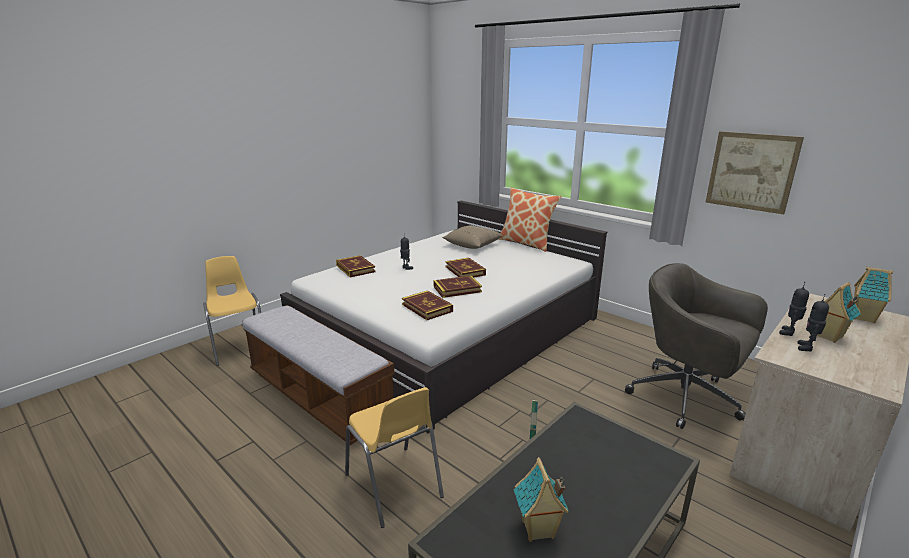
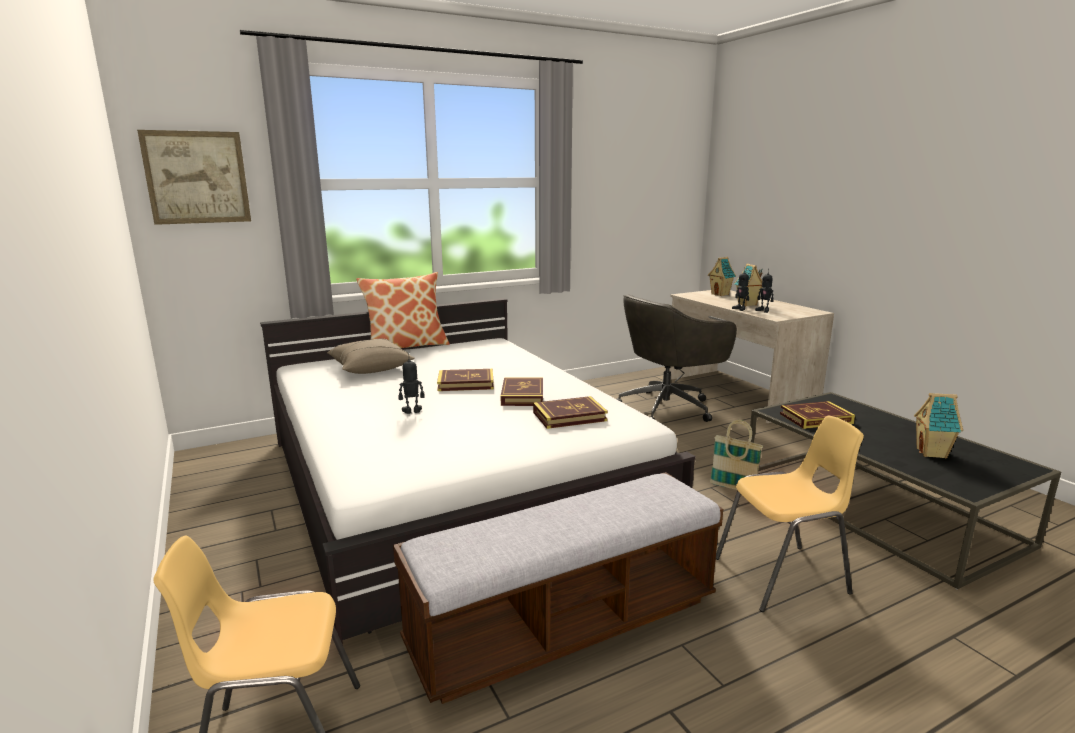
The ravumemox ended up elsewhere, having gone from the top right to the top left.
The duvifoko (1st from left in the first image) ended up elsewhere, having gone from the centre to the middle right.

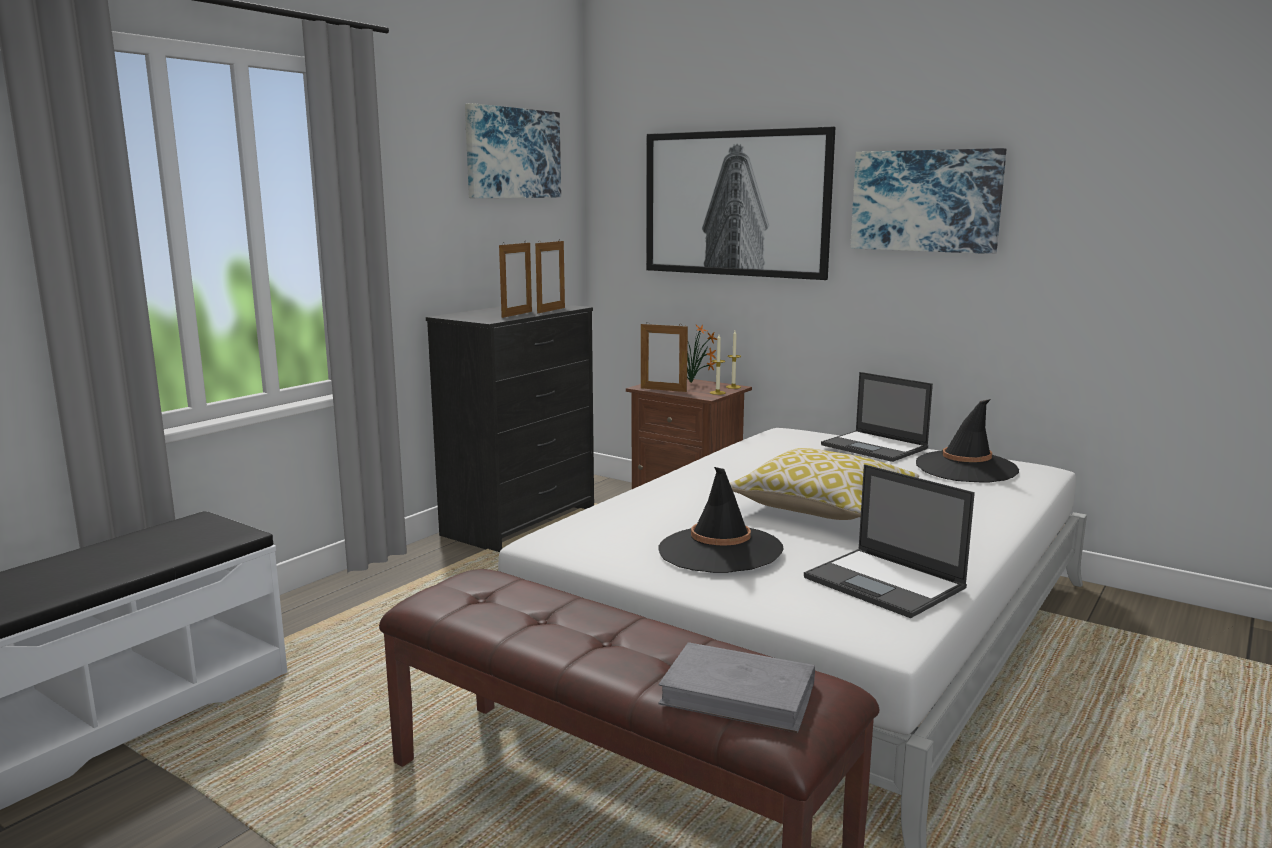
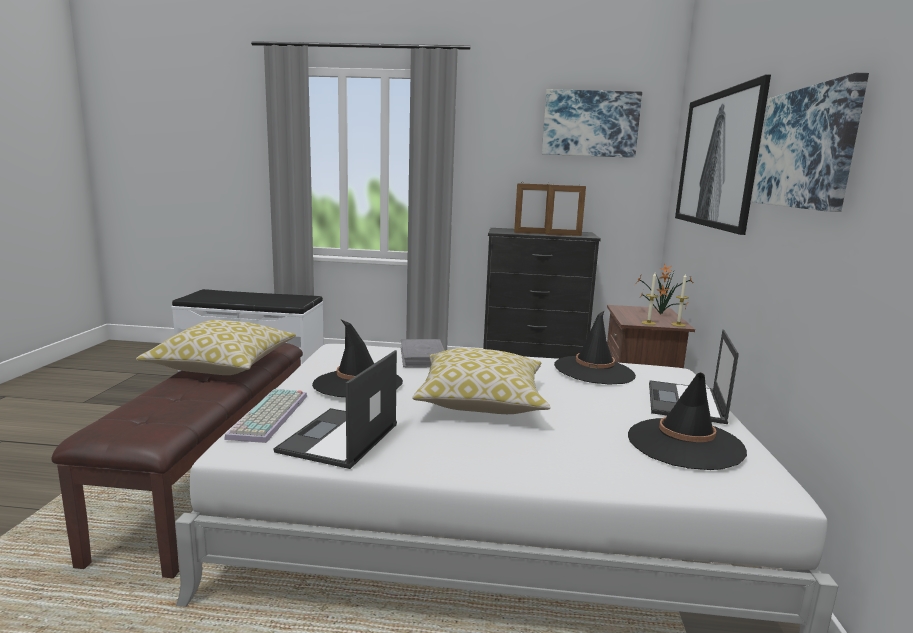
The second view gained the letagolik (1st from left) at the middle left.
The second view gained the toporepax at the middle left.
The grey_duvifoko ended up elsewhere, having gone from the bottom centre to the centre.
The second view gained the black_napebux (2nd from left) at the centre.
The second view lost the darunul (3rd from left) at the centre.

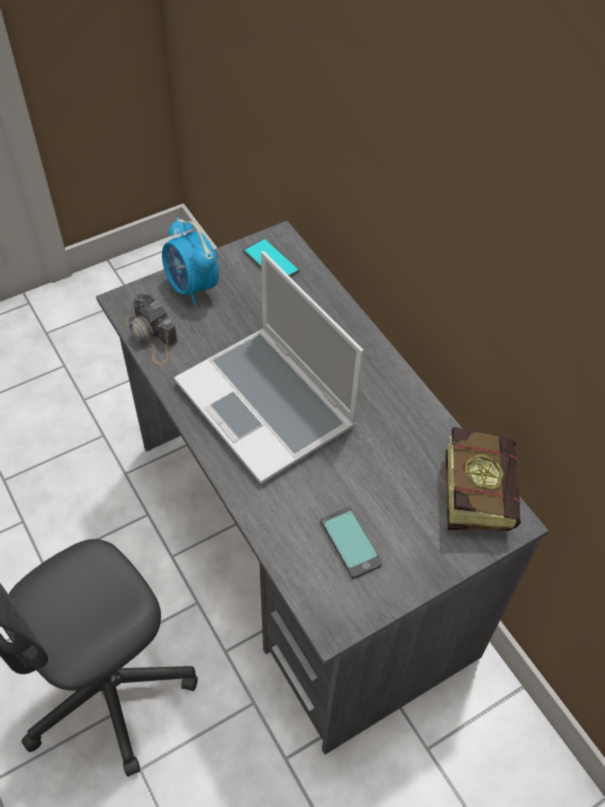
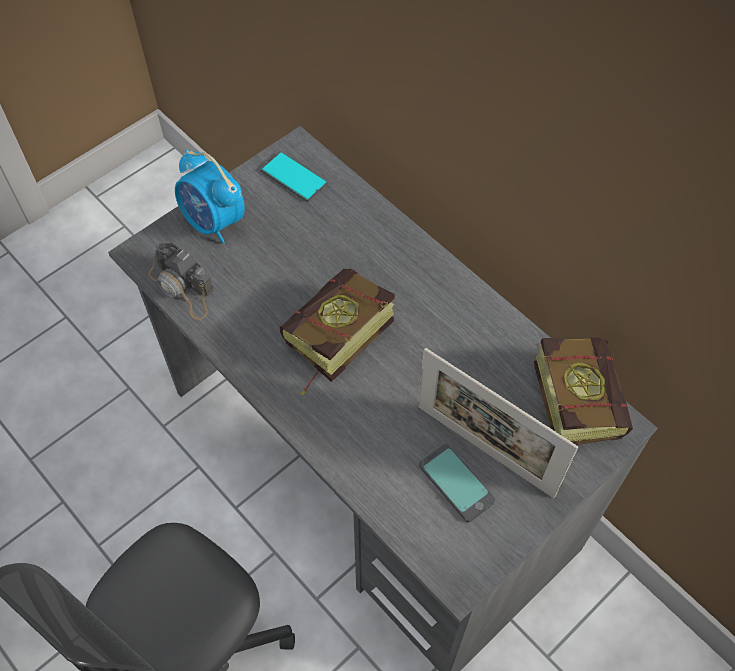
Where the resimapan stood at the centre, the duvifoko (1st from left) came to stand at the centre.
The second view gained the darunul at the middle right.

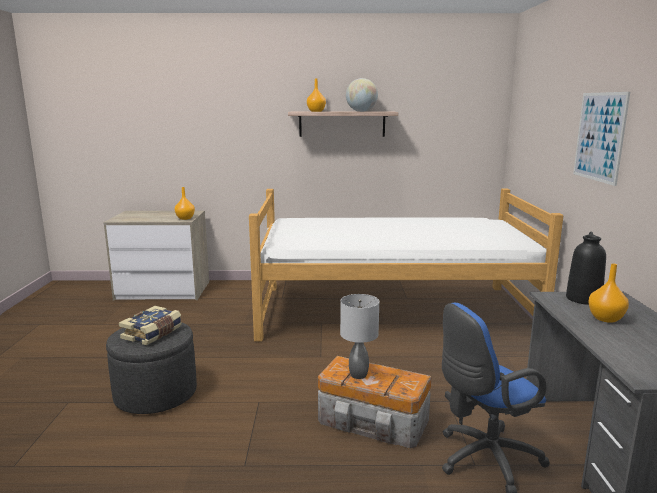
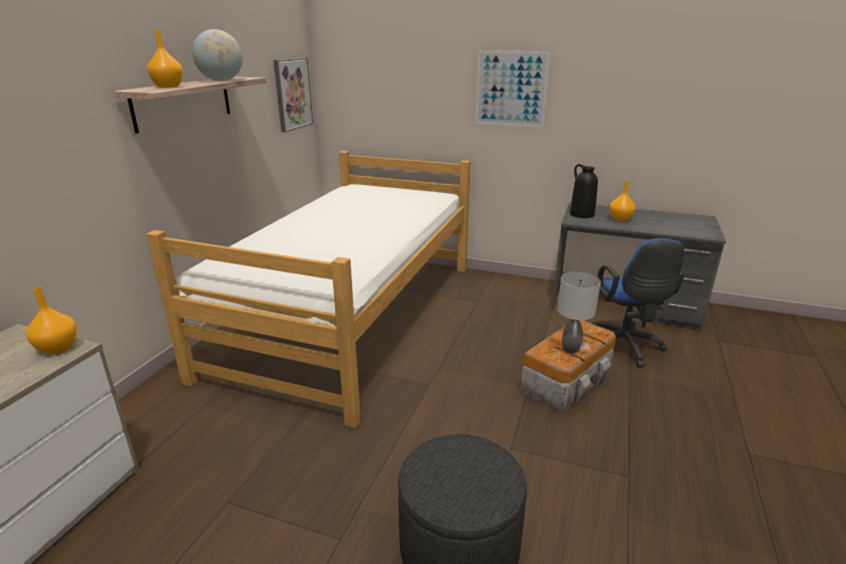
The second view gained the ravumemox (1st from left) at the top centre.
The second view lost the duvifoko at the middle left.

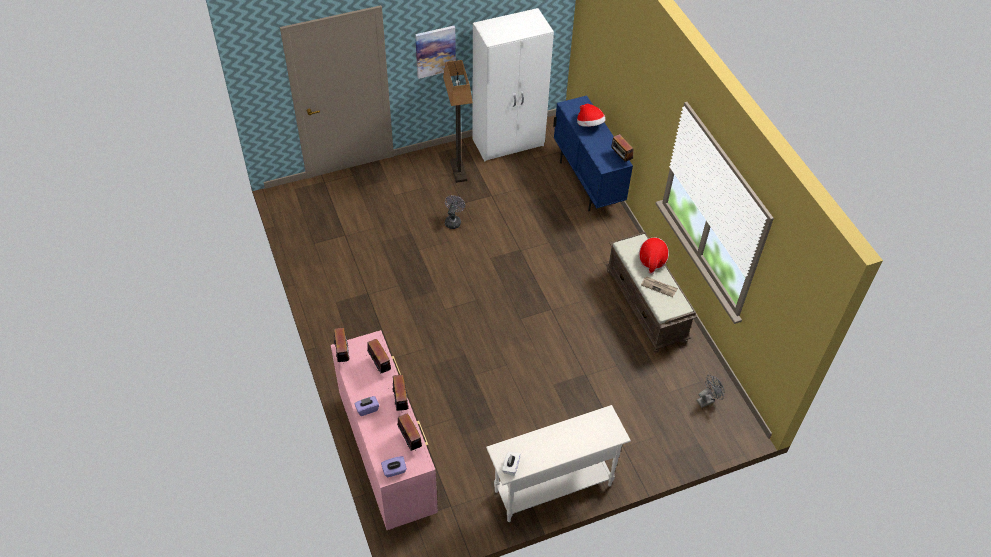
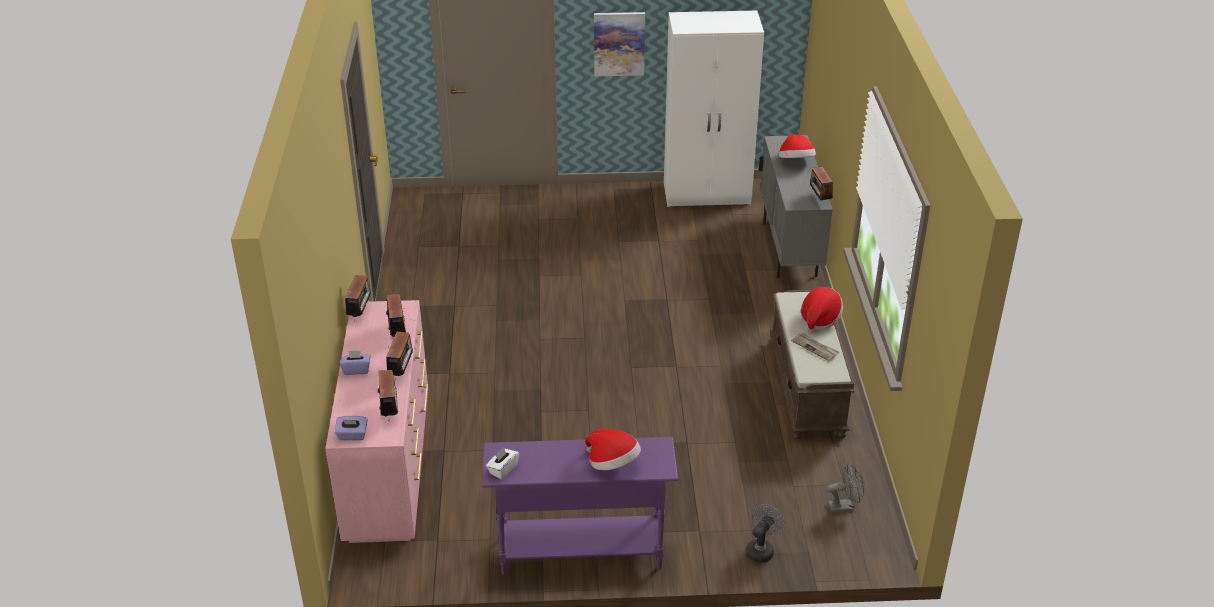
What was the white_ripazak at the bottom centre turned into the purple_ripazak at the bottom centre.
The second view gained the napebux (1st from left) at the bottom centre.
The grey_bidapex (1st from left) ended up elsewhere, having gone from the centre to the bottom centre.
What was the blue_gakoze at the top centre turned into the grey_gakoze at the centre.
The second view lost the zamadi at the top centre.

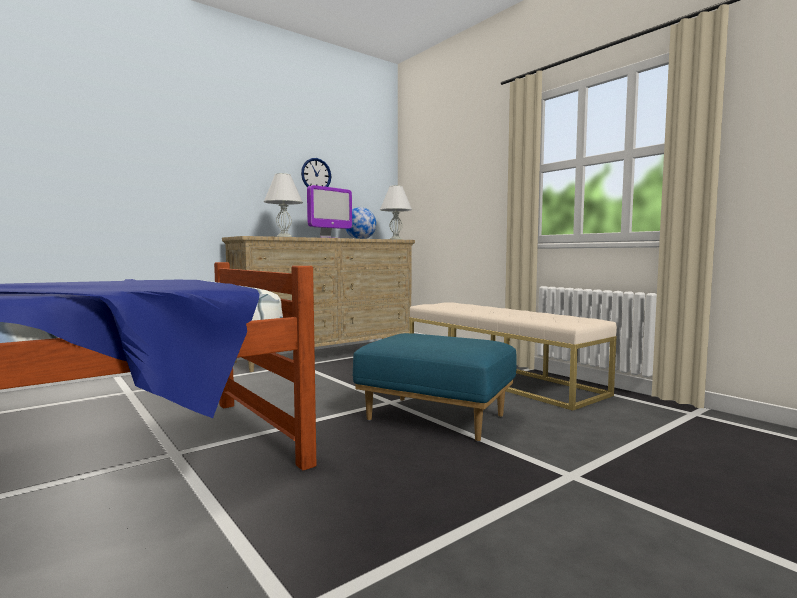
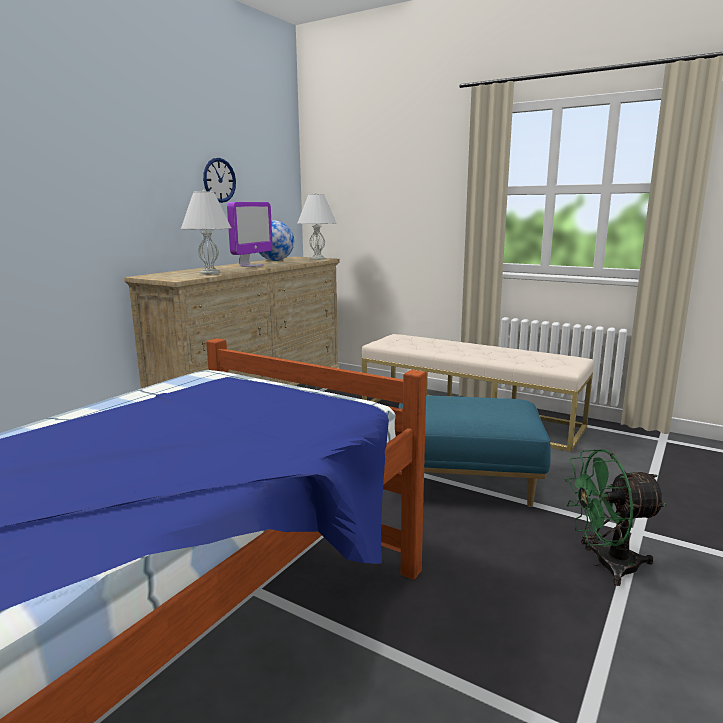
The second view gained the green_bidapex at the bottom right.

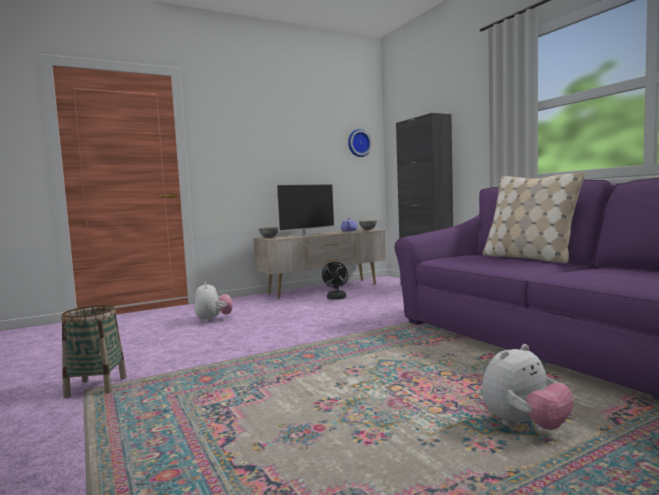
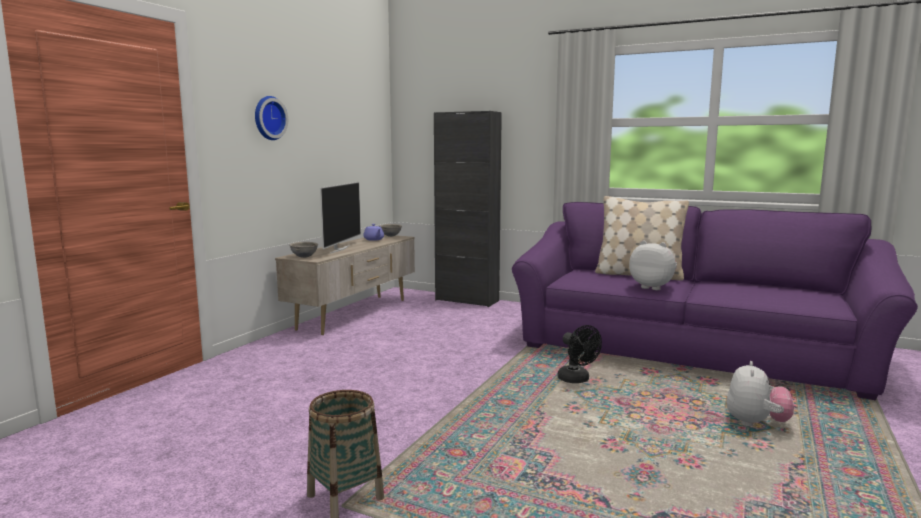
The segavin ended up elsewhere, having gone from the top centre to the top left.
The black_bidapex ended up elsewhere, having gone from the centre to the bottom centre.
The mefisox (1st from left) ended up elsewhere, having gone from the middle left to the middle right.

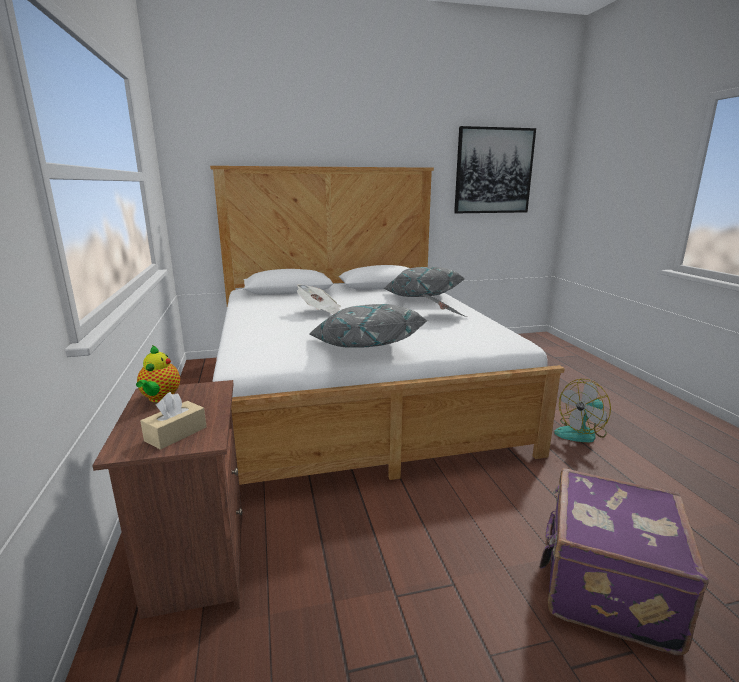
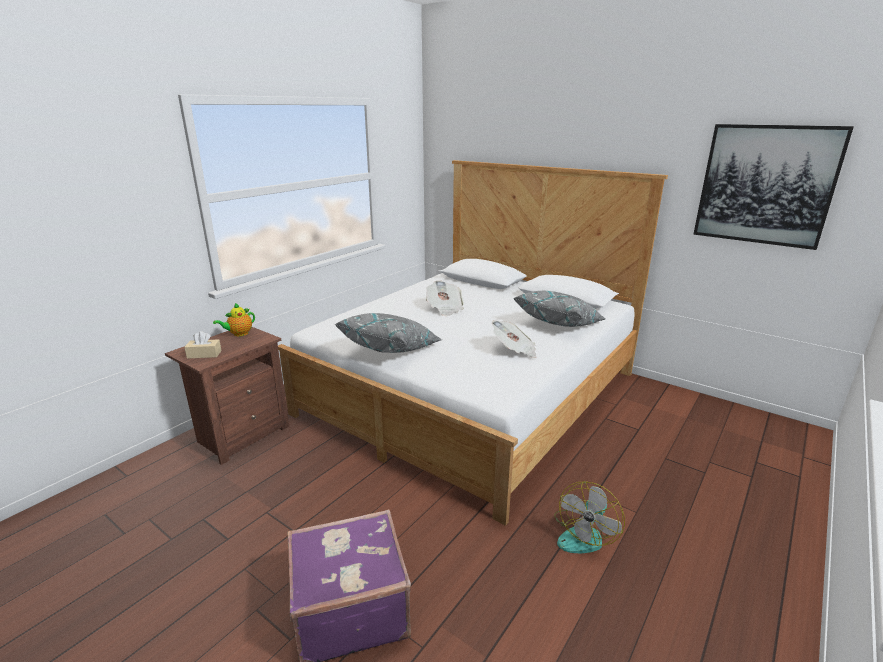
The bidapex at the middle right ended up facing another way, 75 degrees counterclockwise from before.

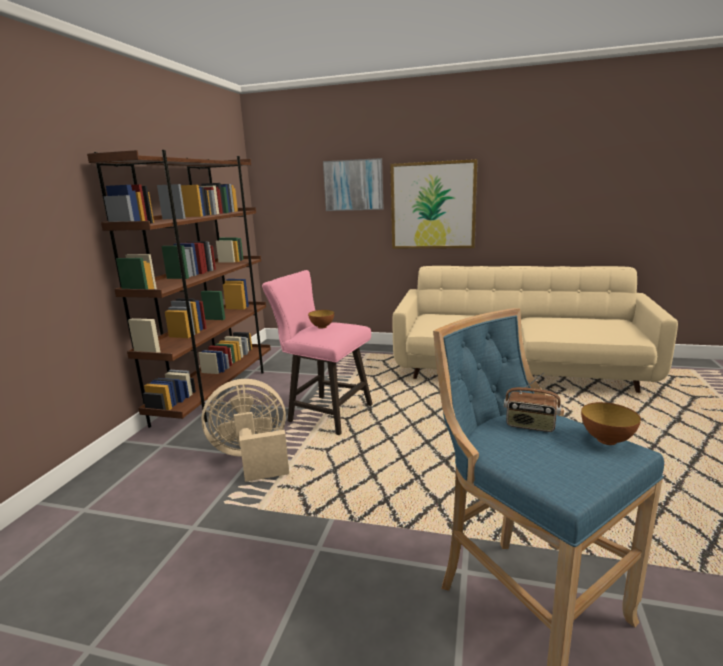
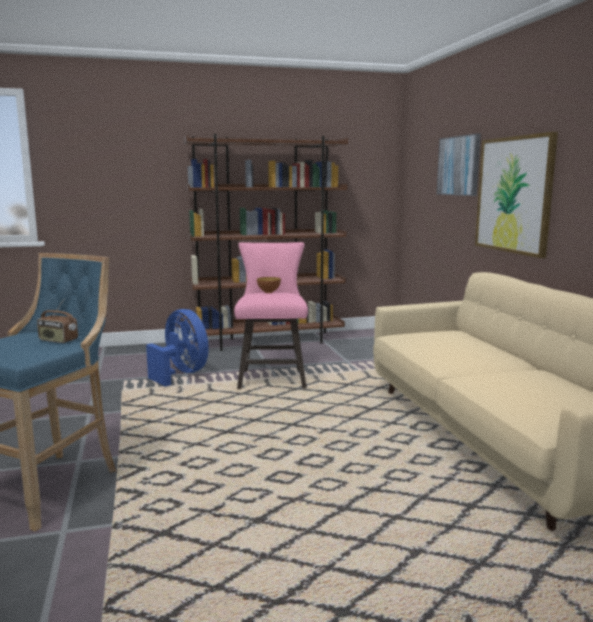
The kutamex at the middle right ended up facing another way, 60 degrees counterclockwise from before.
What was the beige_bidapex at the centre turned into the blue_bidapex at the middle left.
The second view lost the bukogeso (2nd from left) at the middle right.

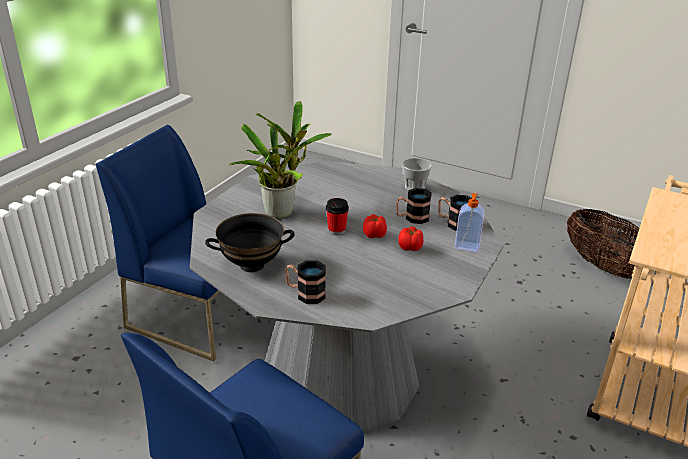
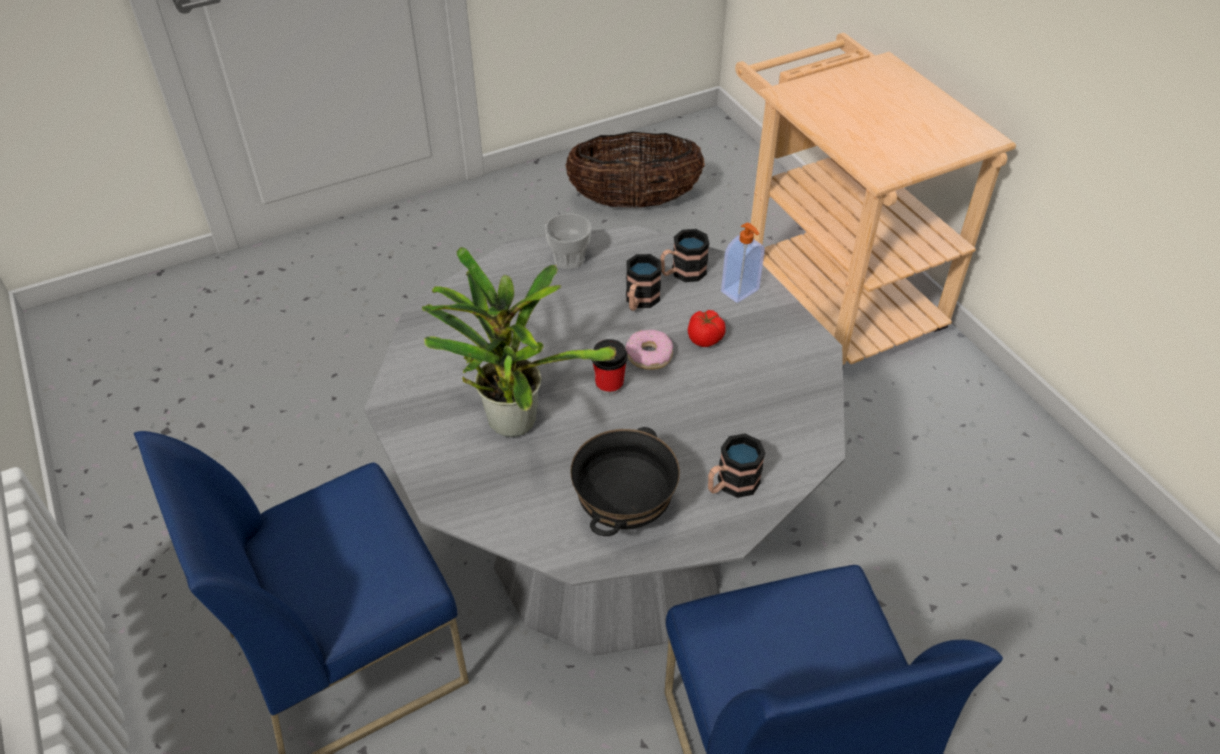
Where the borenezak (1st from left) stood at the centre, the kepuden came to stand at the centre.

